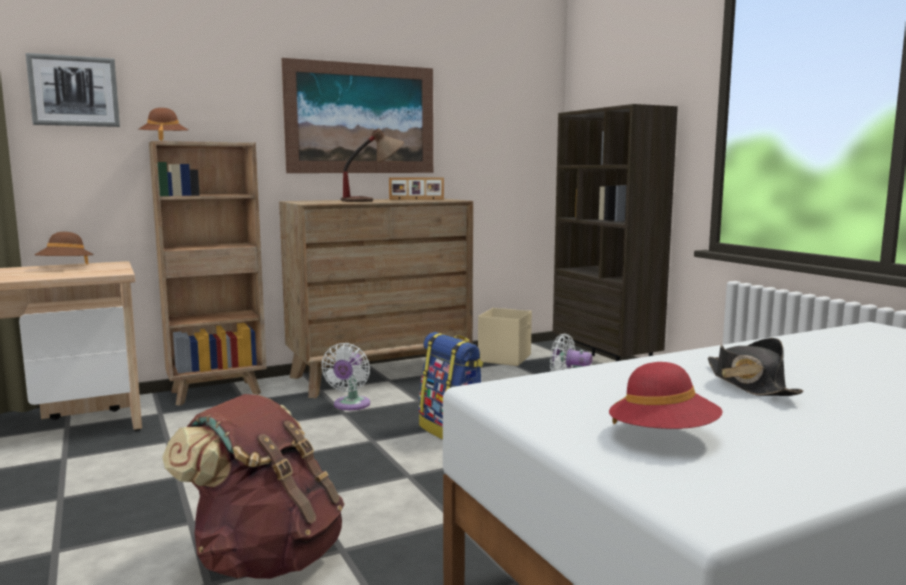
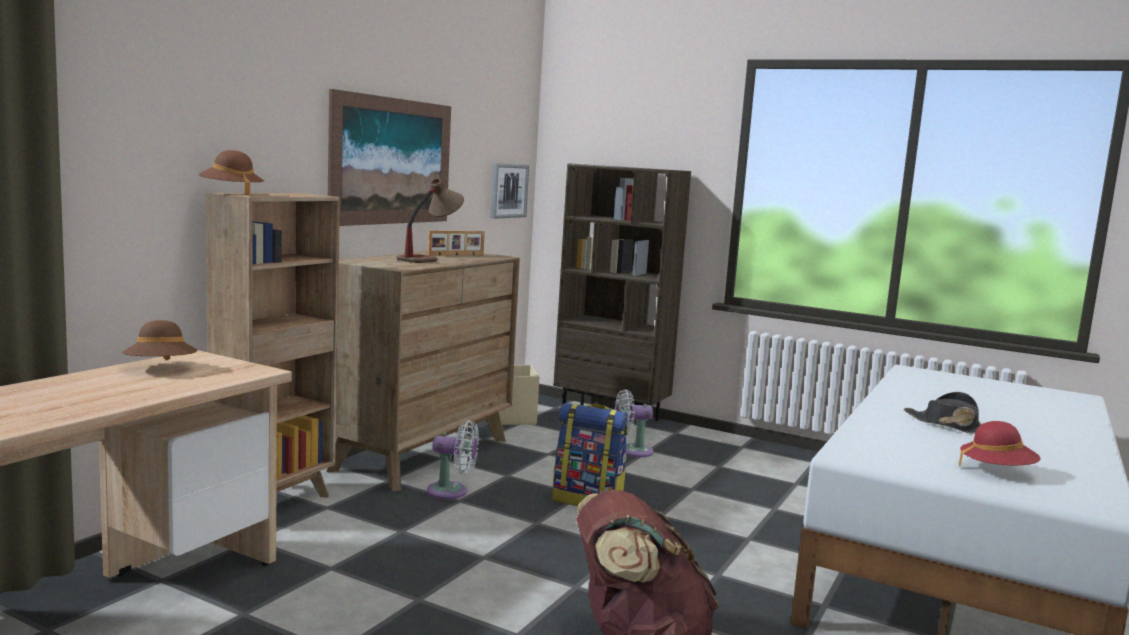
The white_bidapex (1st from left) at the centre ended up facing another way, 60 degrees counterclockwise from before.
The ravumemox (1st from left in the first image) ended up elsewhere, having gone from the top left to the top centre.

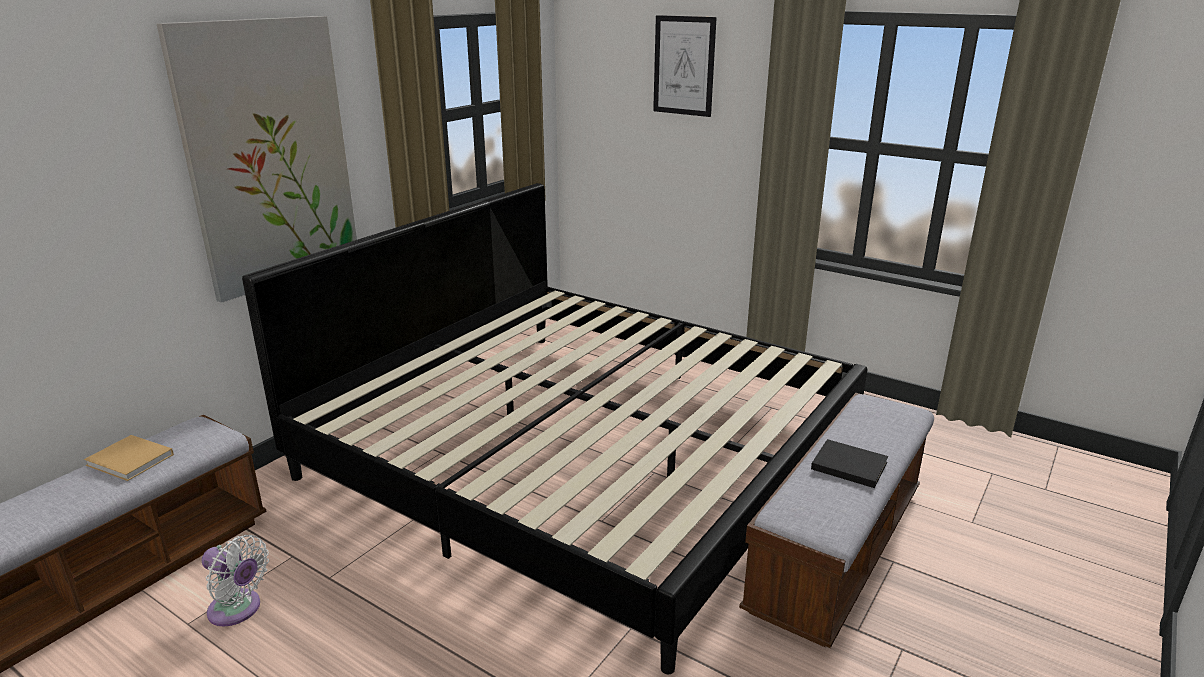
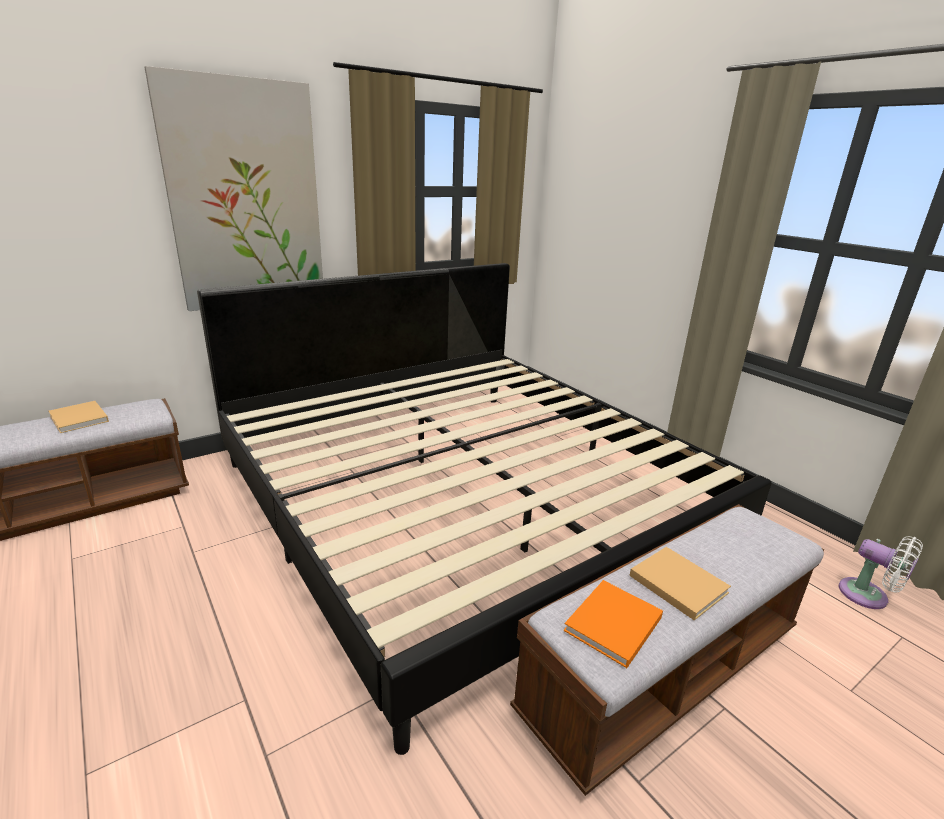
The second view gained the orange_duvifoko at the bottom centre.
What was the black_duvifoko at the bottom right turned into the beige_duvifoko (2nd from left) at the bottom right.
The white_bidapex ended up elsewhere, having gone from the bottom left to the bottom right.
The second view lost the ravumemox (2nd from left) at the top centre.

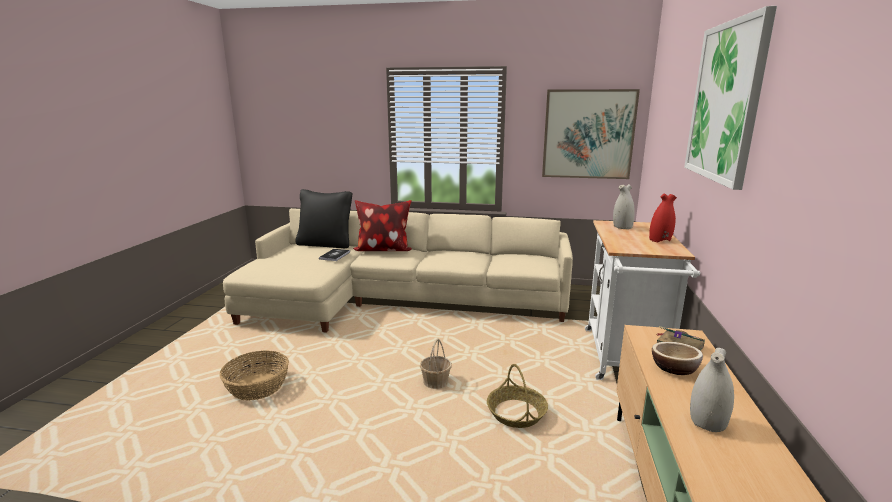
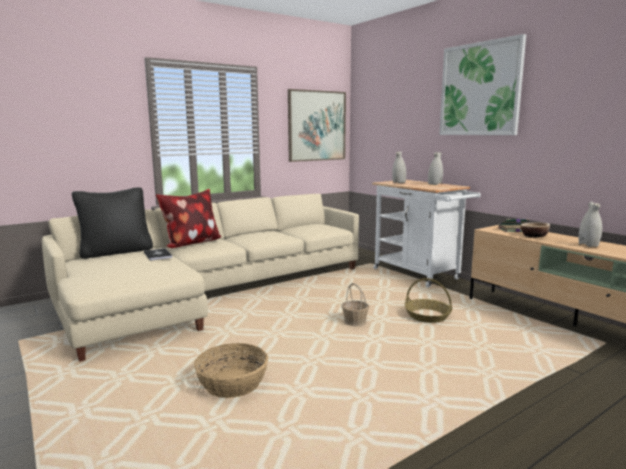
What was the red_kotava at the middle right turned into the white_kotava (2nd from left) at the middle right.

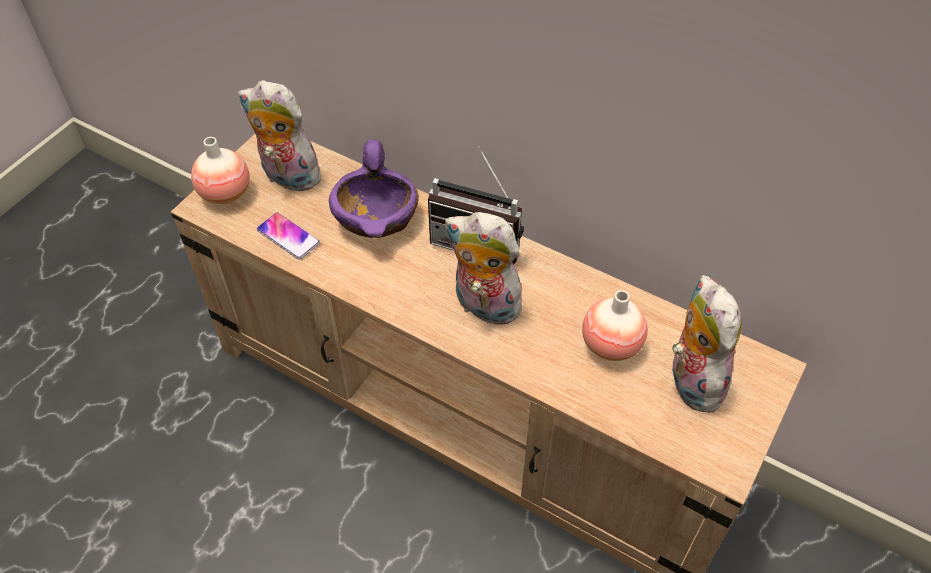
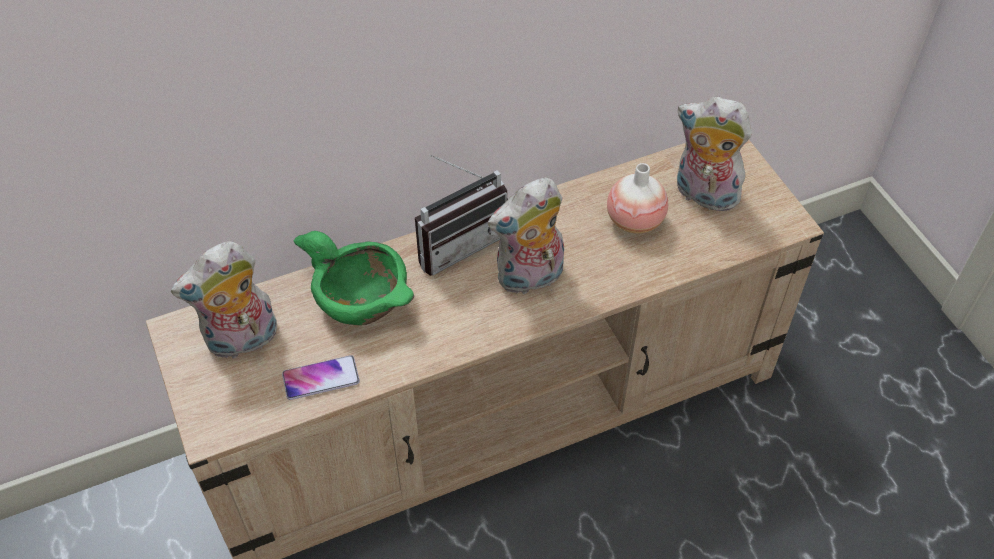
What was the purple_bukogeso at the top centre turned into the green_bukogeso at the centre.
The second view lost the kotava (1st from left) at the top left.

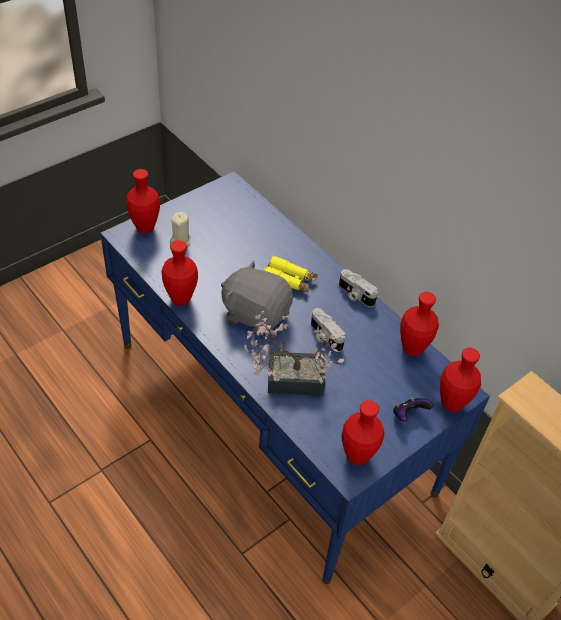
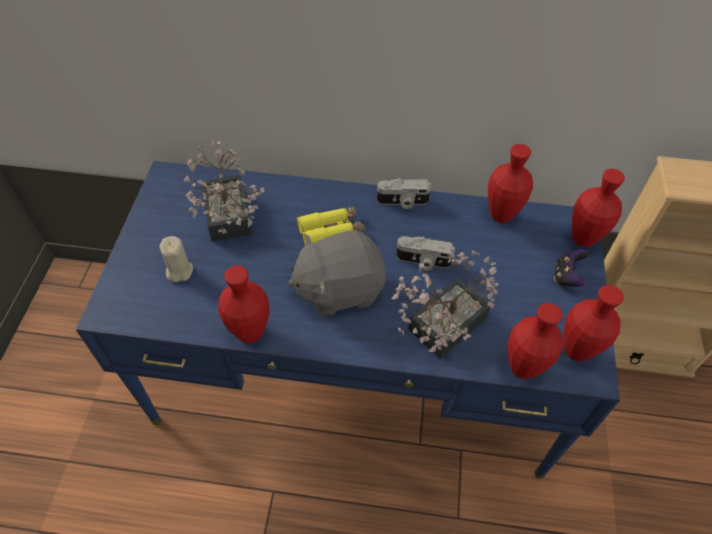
The second view gained the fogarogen (1st from left) at the middle left.
The red_kotava (1st from left in the first image) ended up elsewhere, having gone from the top left to the middle right.

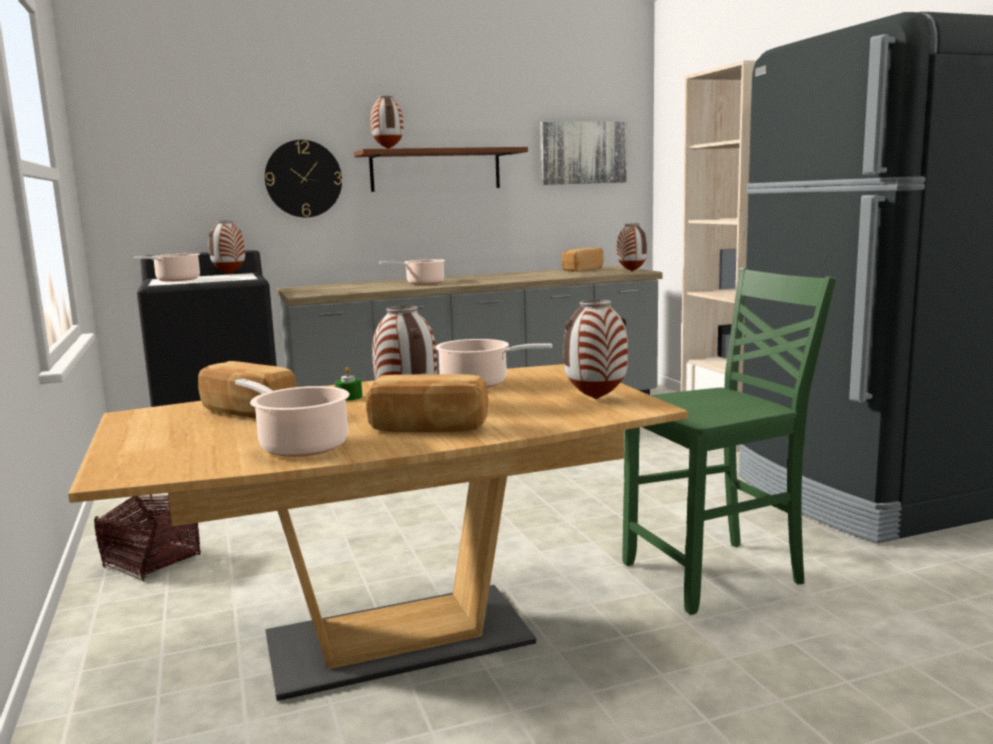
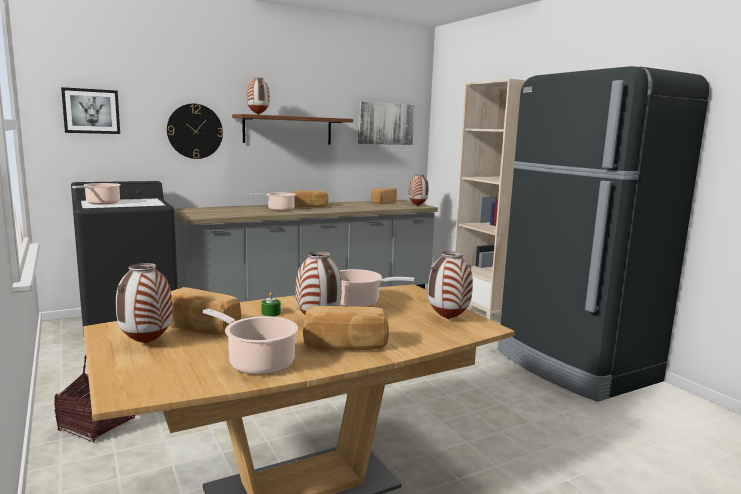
The second view gained the ravumemox (1st from left) at the top left.
The kotava (1st from left) ended up elsewhere, having gone from the top left to the middle left.
The second view gained the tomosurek (2nd from left) at the centre.
The second view lost the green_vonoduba at the middle right.

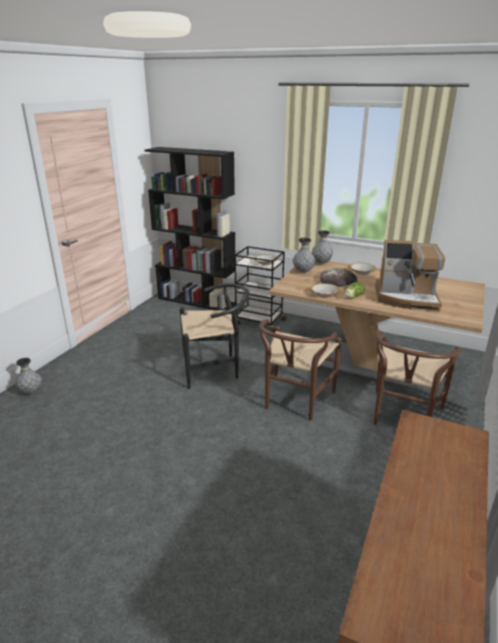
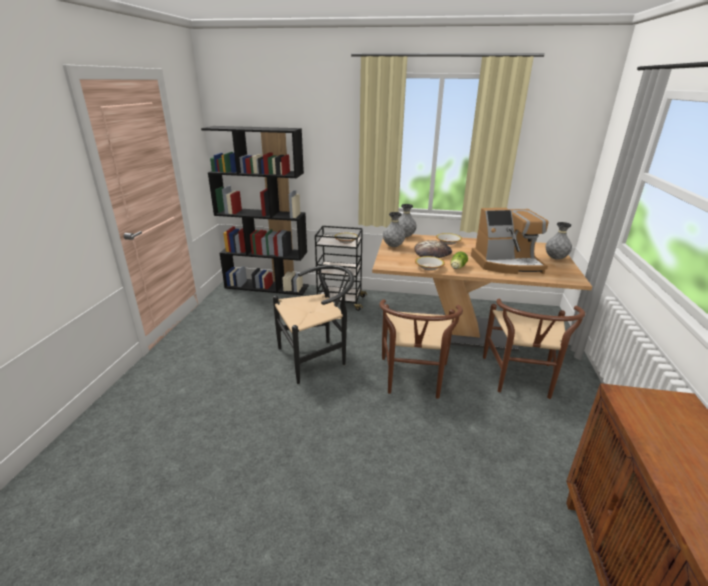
The grey_kotava (1st from left in the first image) ended up elsewhere, having gone from the middle left to the middle right.

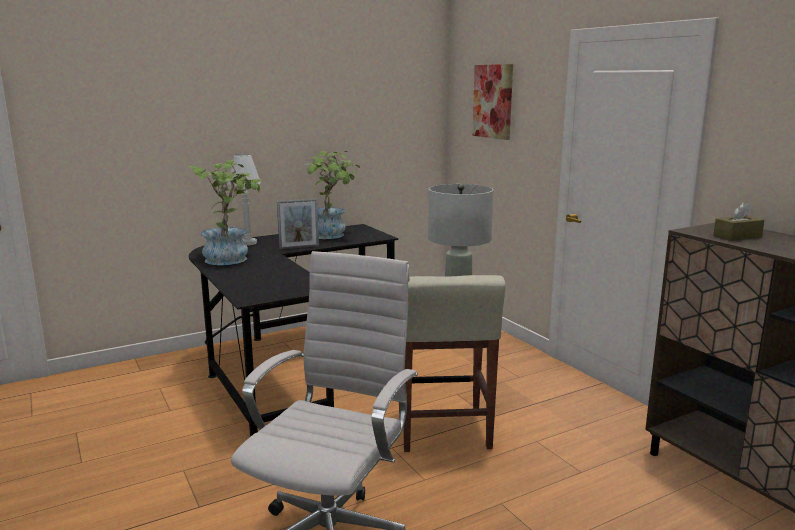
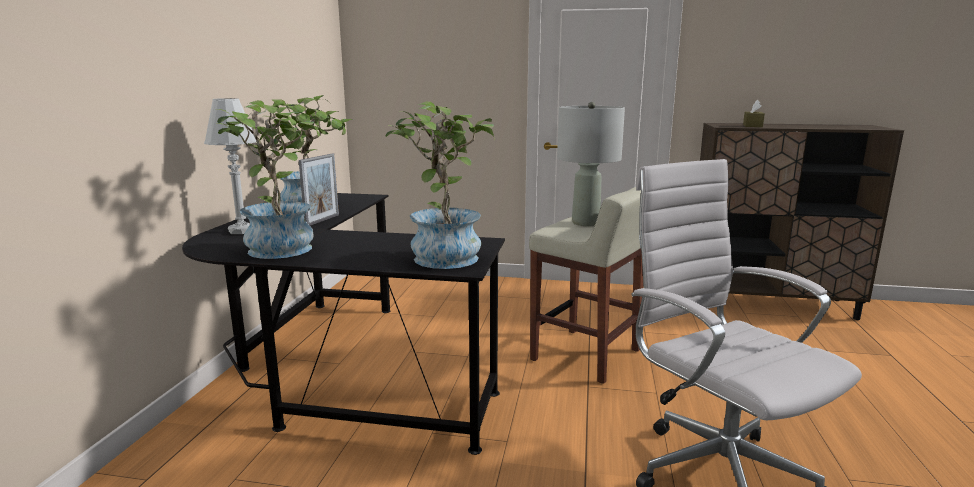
The second view gained the fogarogen (3rd from left) at the centre.
The second view lost the ravumemox at the top centre.

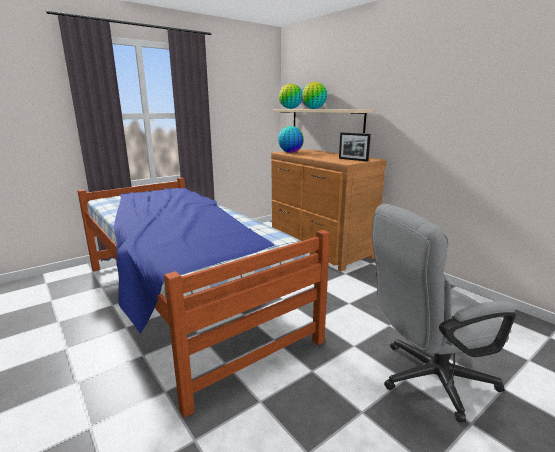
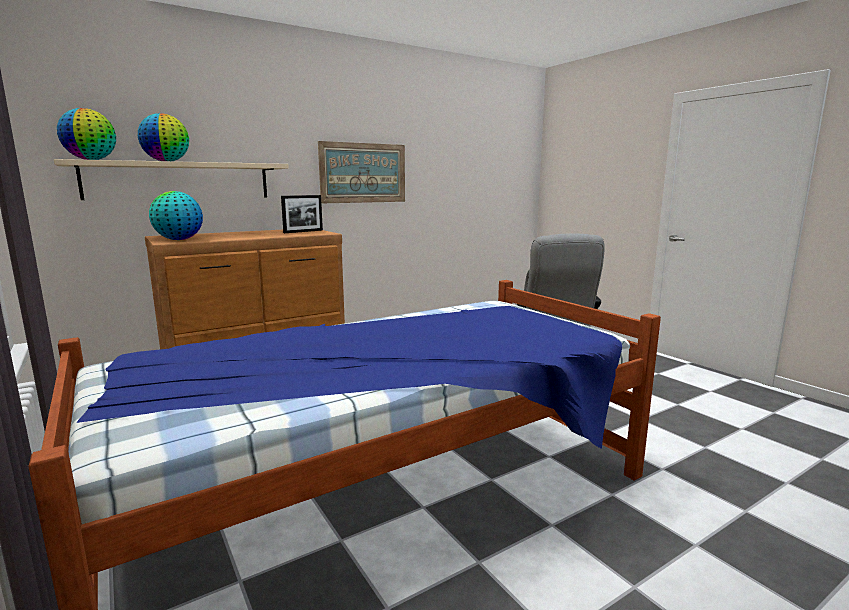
The second view gained the ravumemox at the top centre.

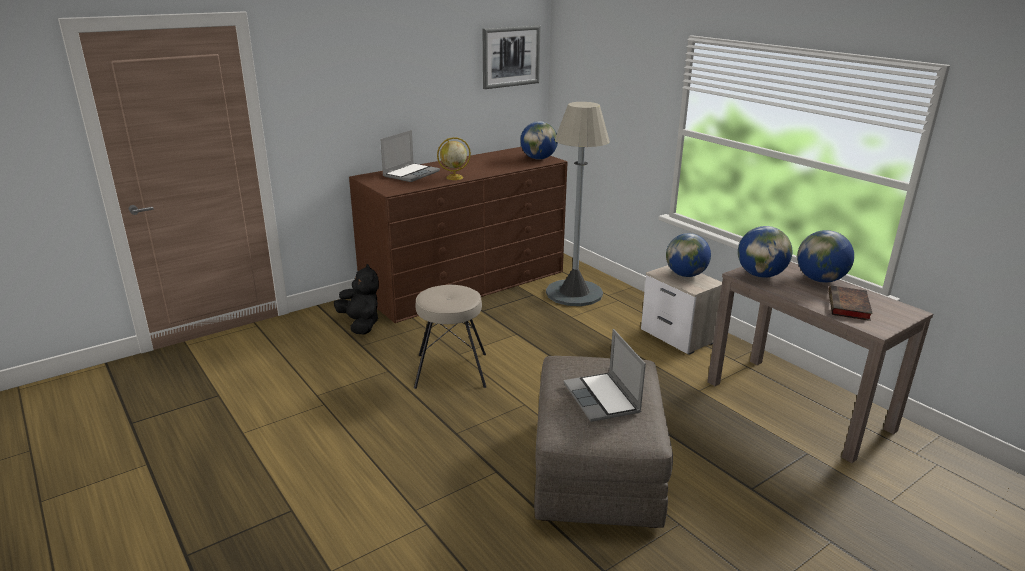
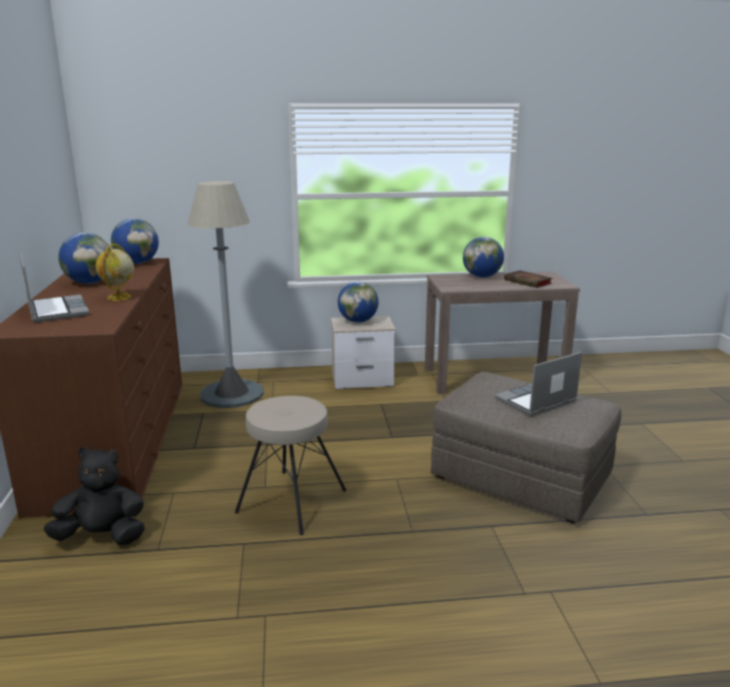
The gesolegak (4th from left in the first image) ended up elsewhere, having gone from the middle right to the middle left.
The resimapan (2nd from left) at the centre ended up facing another way, 135 degrees clockwise from before.
The second view lost the ravumemox at the top centre.

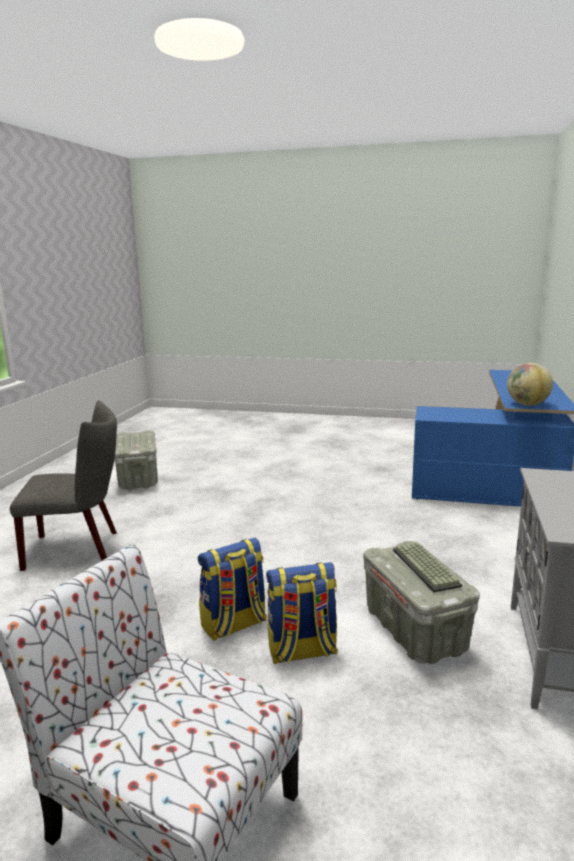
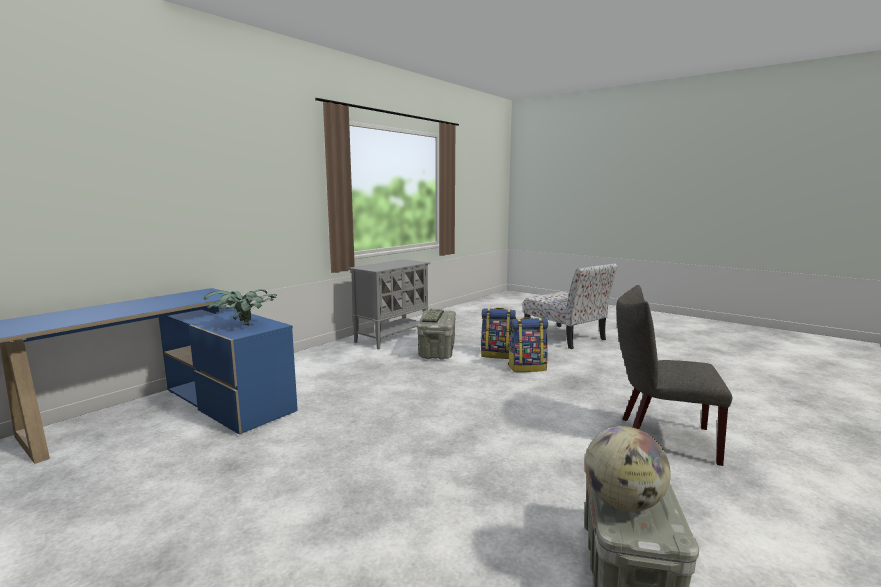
The second view gained the fogarogen at the middle left.
The gesolegak ended up elsewhere, having gone from the middle right to the bottom right.

